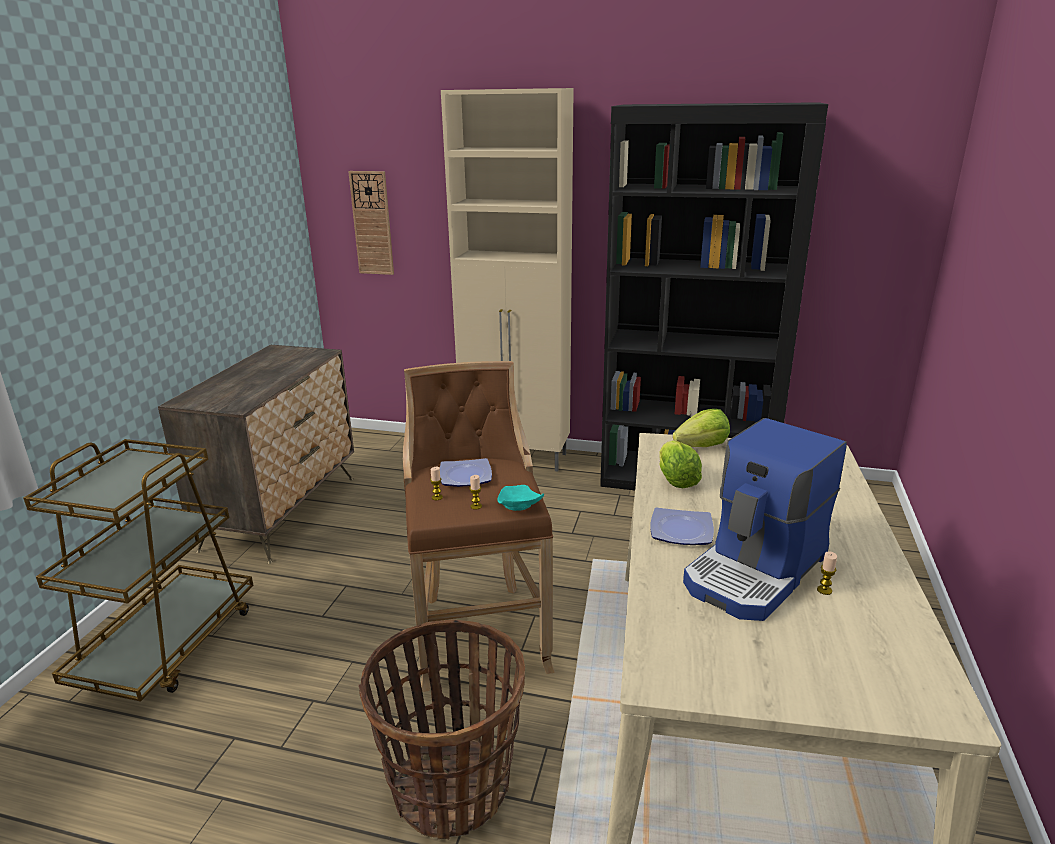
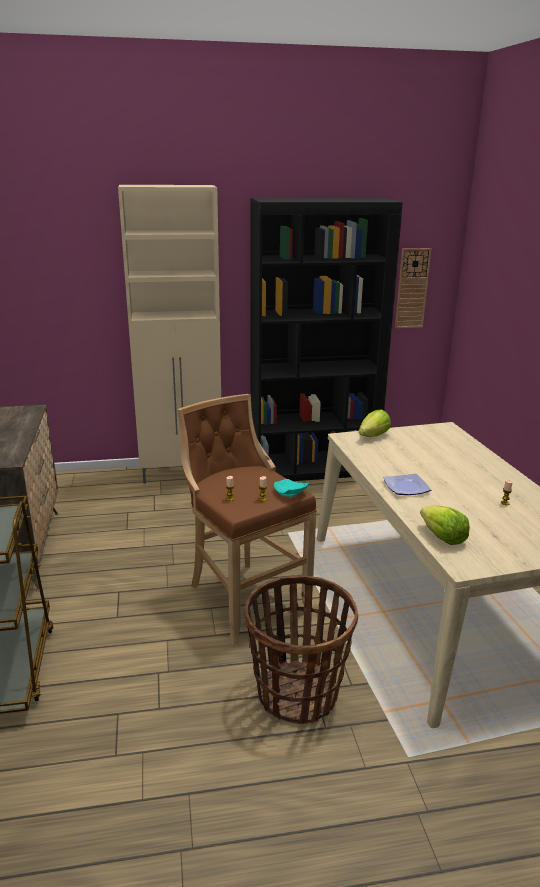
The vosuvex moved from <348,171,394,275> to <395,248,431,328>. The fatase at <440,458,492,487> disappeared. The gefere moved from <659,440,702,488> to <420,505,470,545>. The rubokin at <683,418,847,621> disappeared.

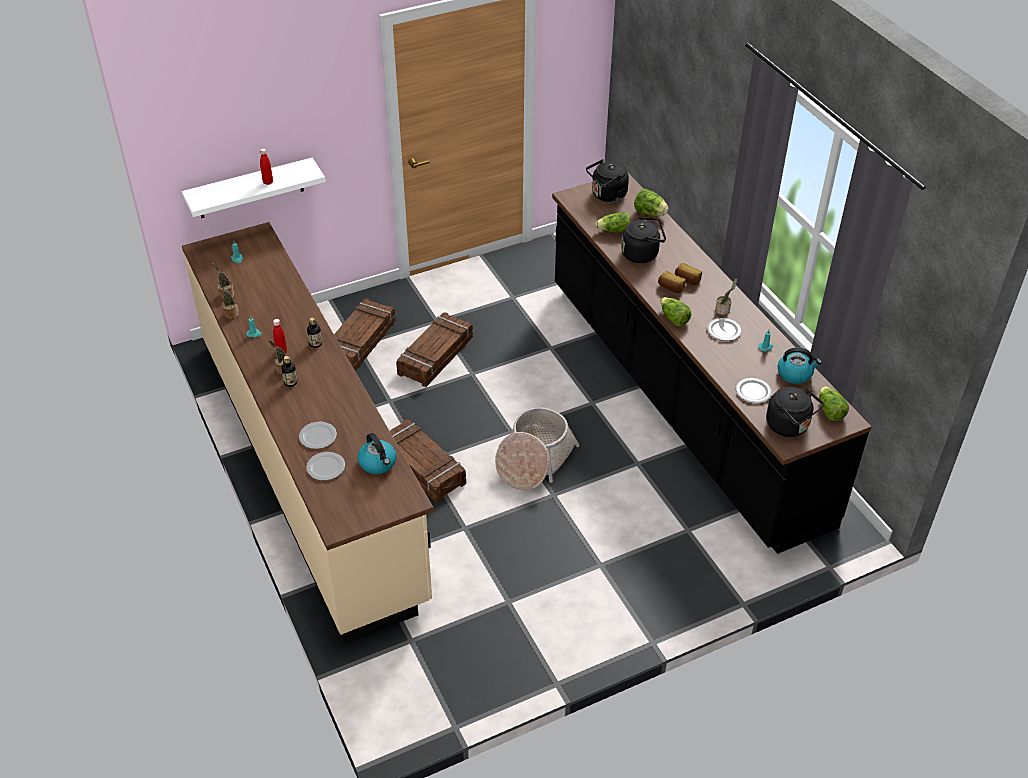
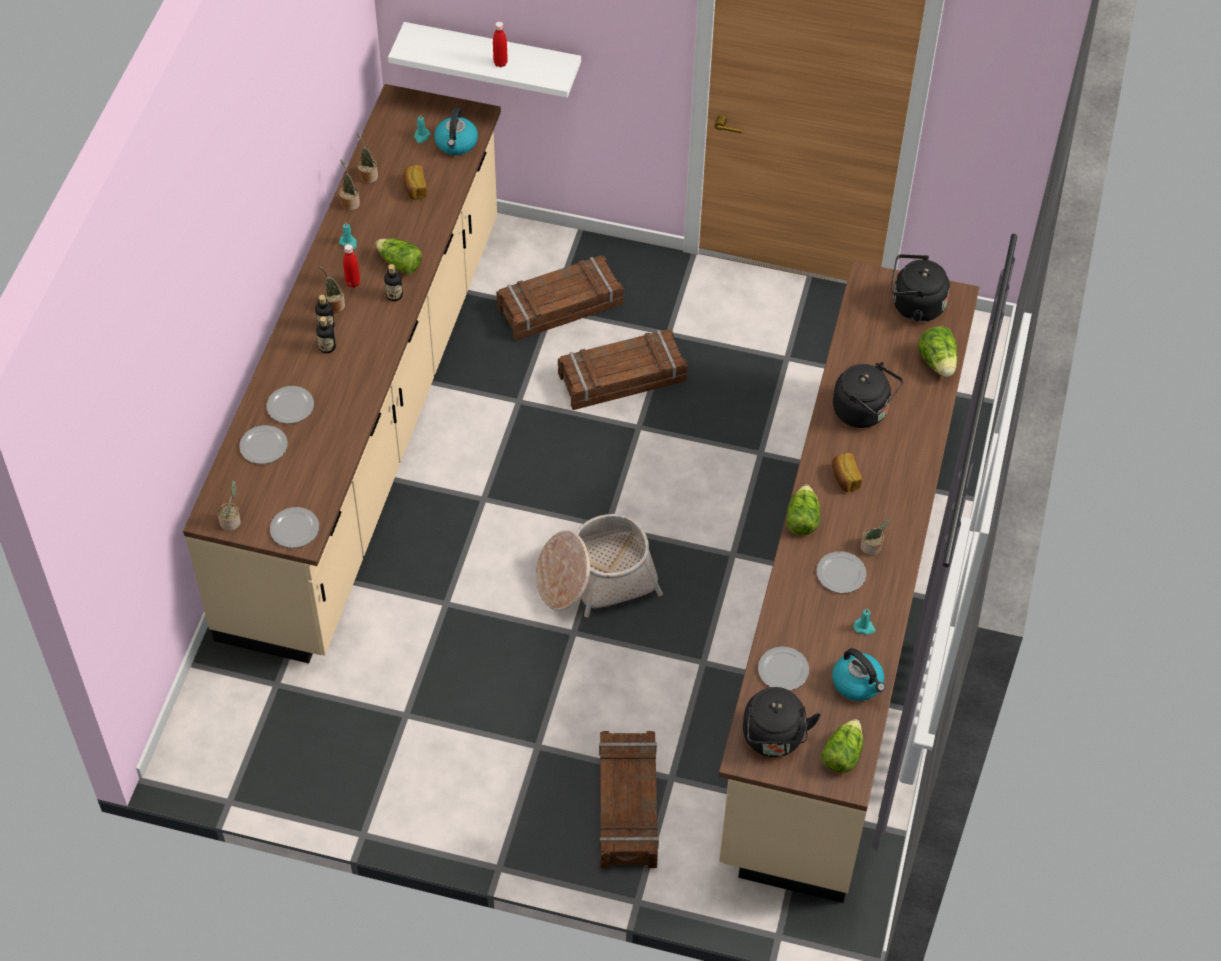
The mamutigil moved from <358,433,397,474> to <434,107,478,155>. The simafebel moved from <390,419,466,503> to <599,731,659,868>. The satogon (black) at <552,173,872,554> became the satogon (beige) at <719,261,980,903>. The gefere moved from <595,212,630,233> to <376,239,422,274>. The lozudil moved from <675,263,702,285> to <403,165,427,200>. The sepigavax at <217,481,241,531> appeared. The fatase at <270,507,319,548> appeared. The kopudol at <316,316,336,353> appeared.

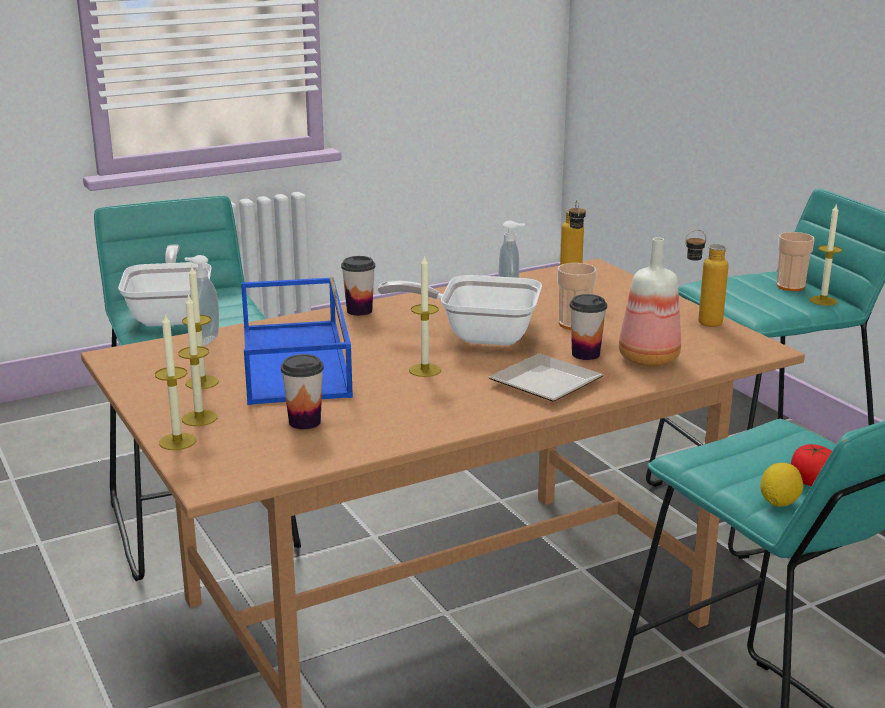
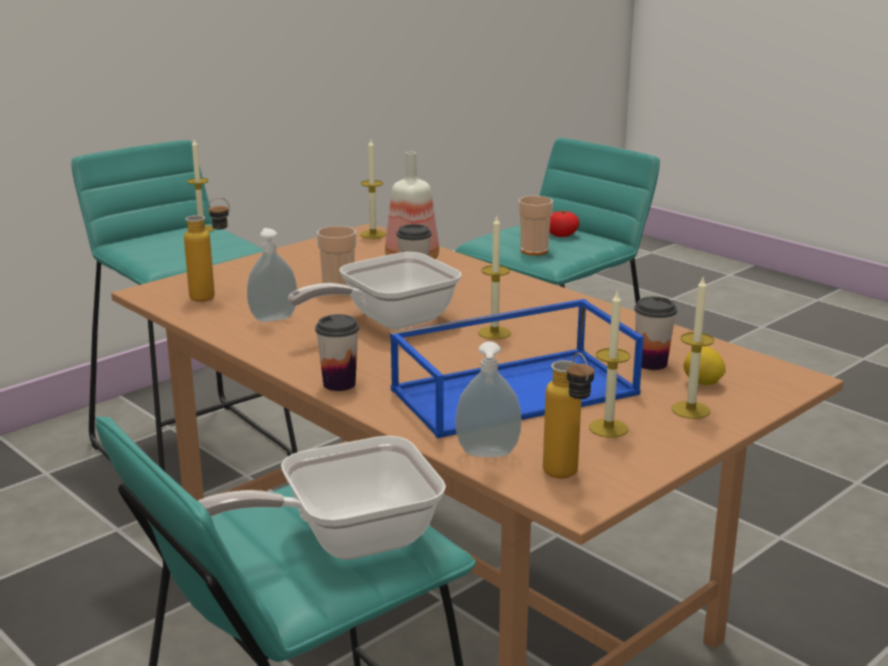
The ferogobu moved from <155,312,196,450> to <360,140,386,239>. The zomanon at <378,275,542,345> turned 60 degrees clockwise. The fatase at <488,354,603,402> disappeared. The kopudol moved from <685,229,729,327> to <543,353,594,478>. The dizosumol moved from <760,463,804,507> to <683,346,726,385>. The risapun moved from <777,232,815,291> to <518,196,553,255>.

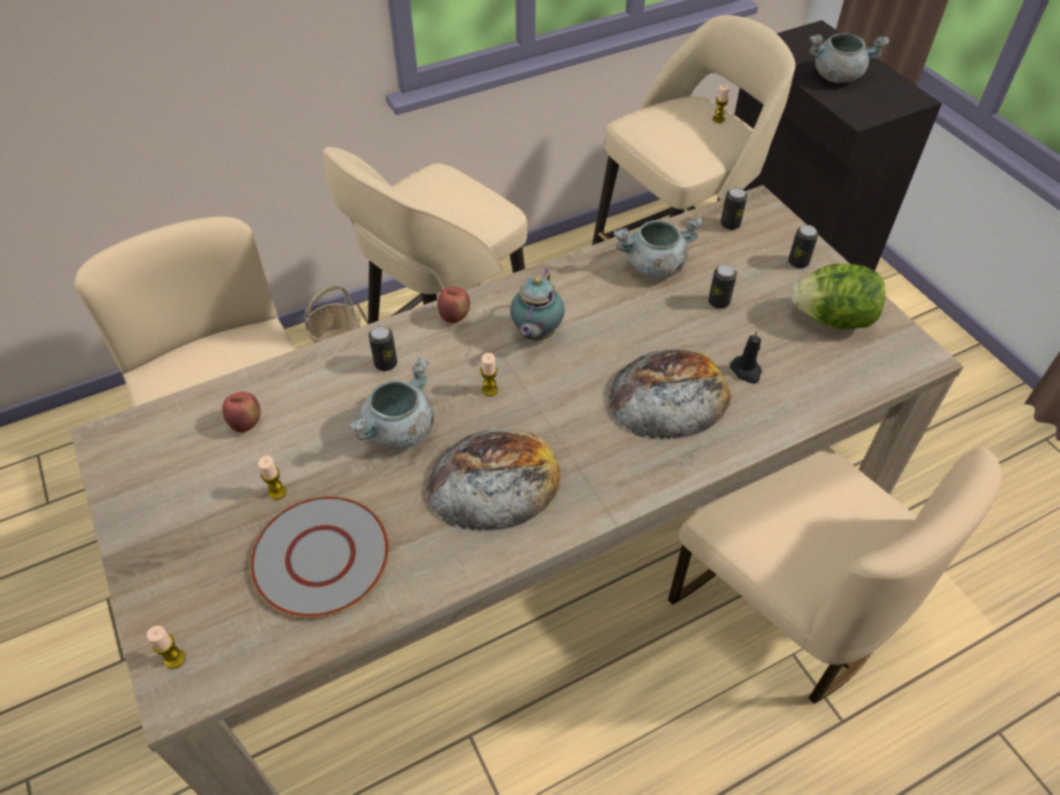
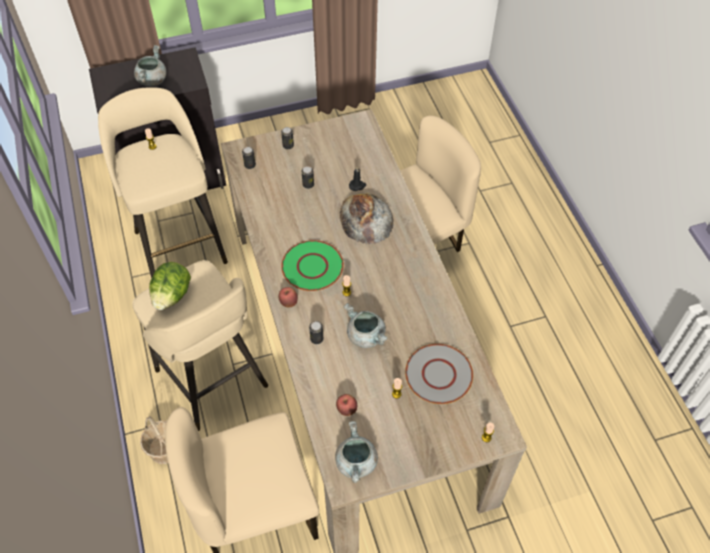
The lozudil at <426,429,561,531> disappeared. The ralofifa at <510,269,565,340> was replaced by the fatase (green) at <281,240,344,291>. The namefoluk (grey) moved from <614,217,704,279> to <335,421,378,483>. The gefere moved from <792,264,885,329> to <149,262,191,310>.

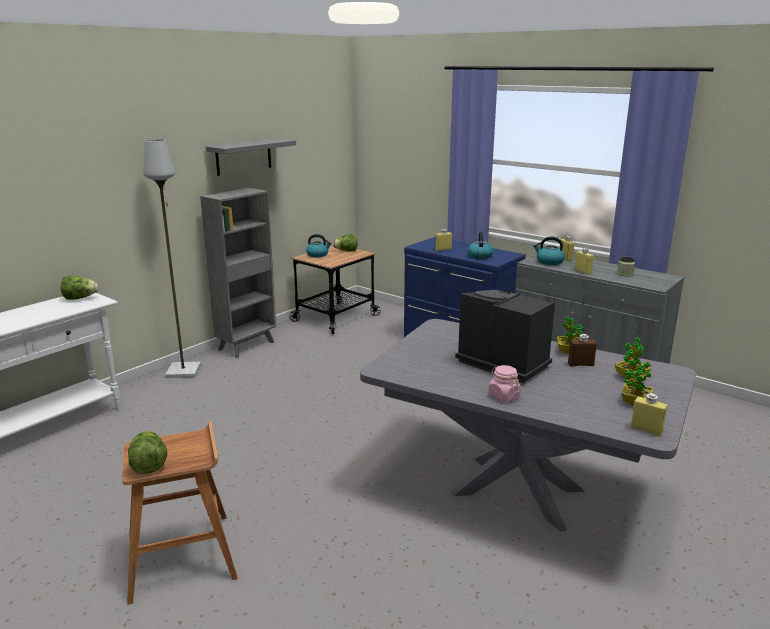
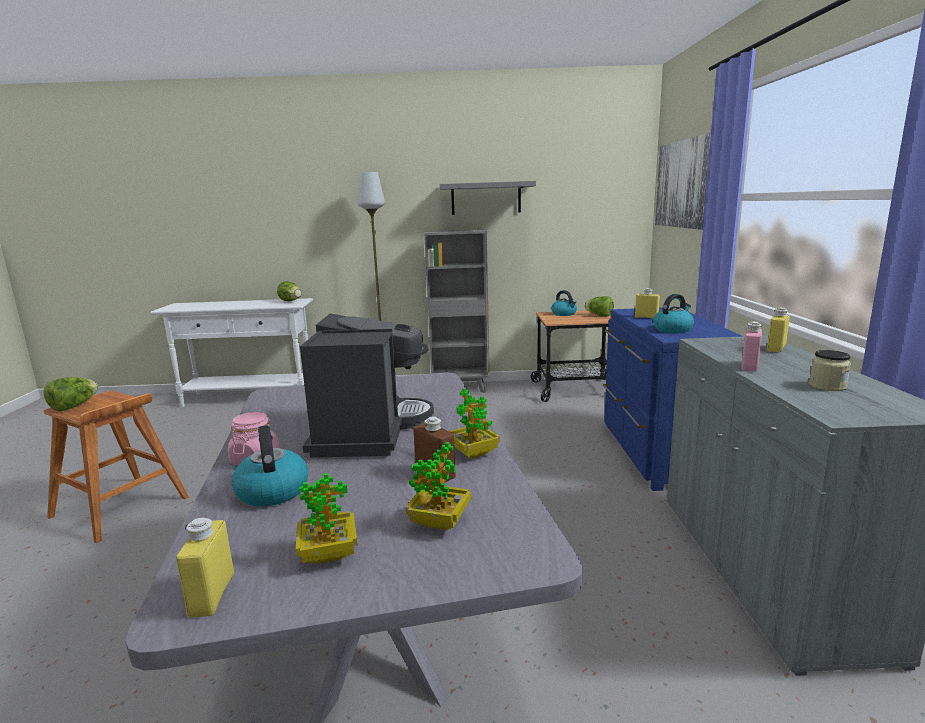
The mamutigil moved from <533,236,565,265> to <231,425,308,507>. The kopudol (yellow) at <575,248,594,275> became the kopudol (pink) at <741,322,762,372>. The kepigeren at <655,133,711,230> appeared.

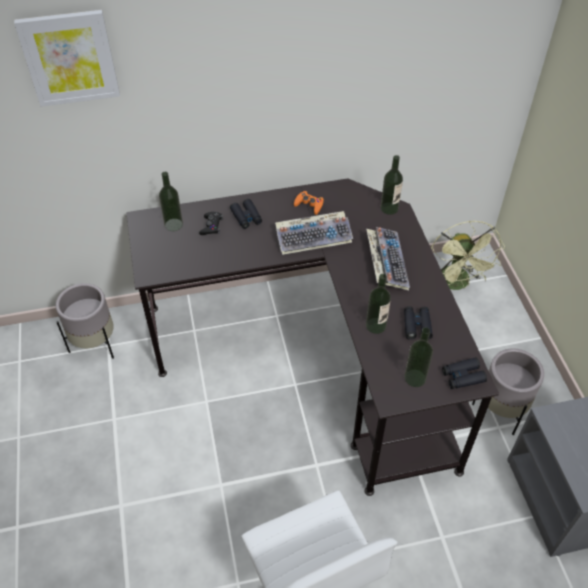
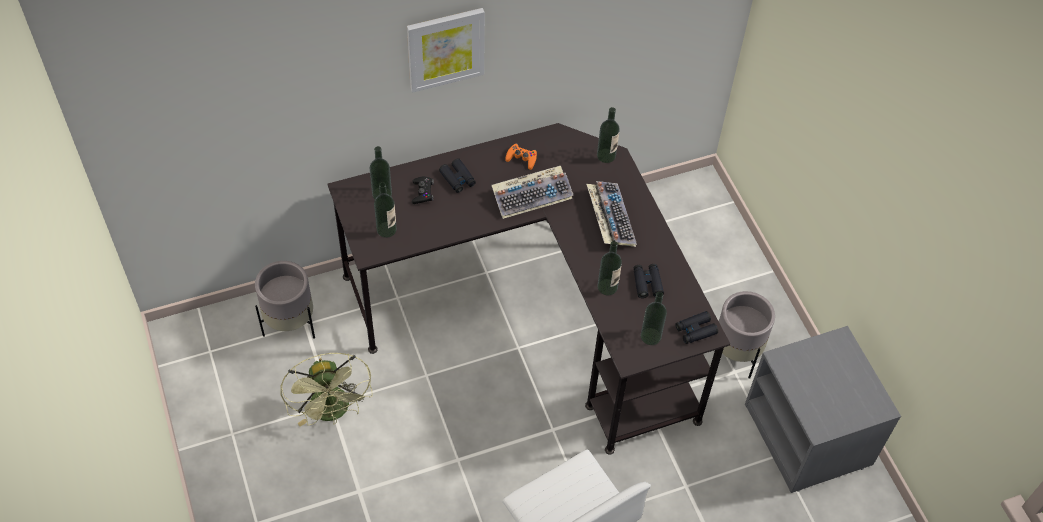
The kepigeren moved from <14,10,120,107> to <407,8,485,93>. The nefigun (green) moved from <431,221,505,290> to <280,353,373,427>. The kopudol at <374,182,397,238> appeared.

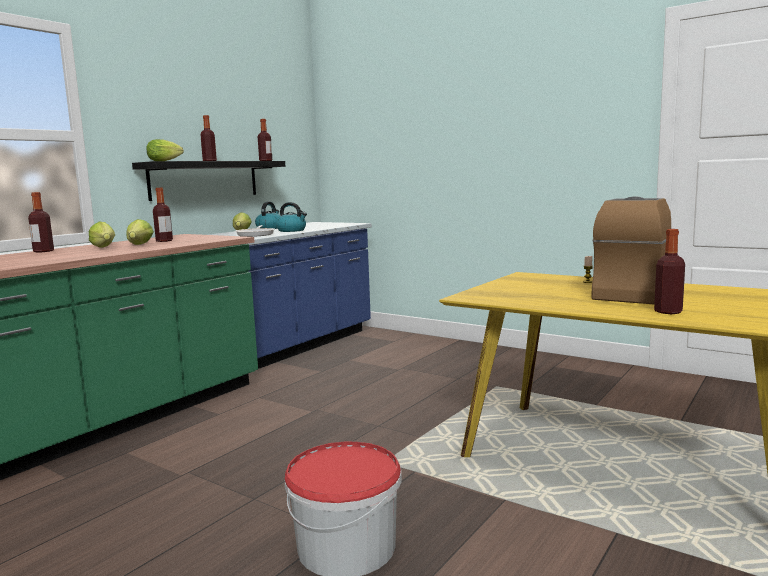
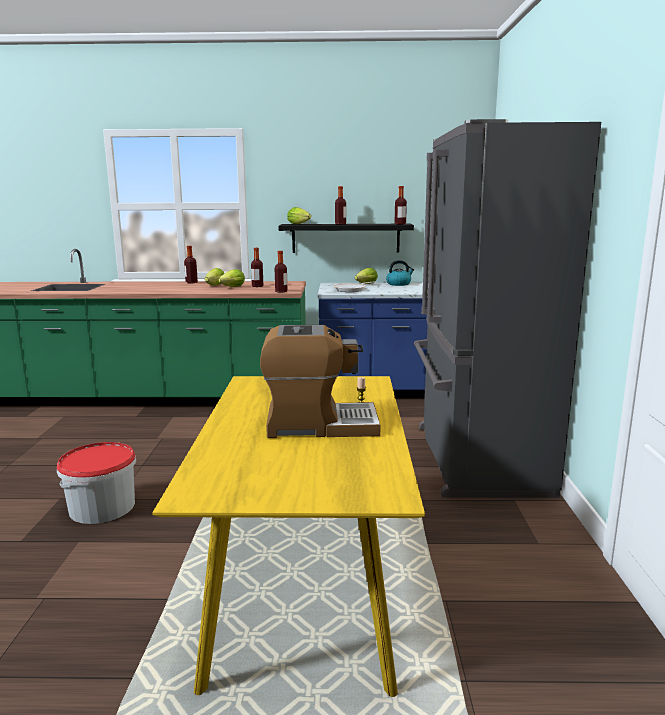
The mamutigil at <276,202,307,232> disappeared. The kopudol moved from <654,229,685,314> to <275,251,287,292>. The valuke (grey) at <414,119,601,498> appeared.

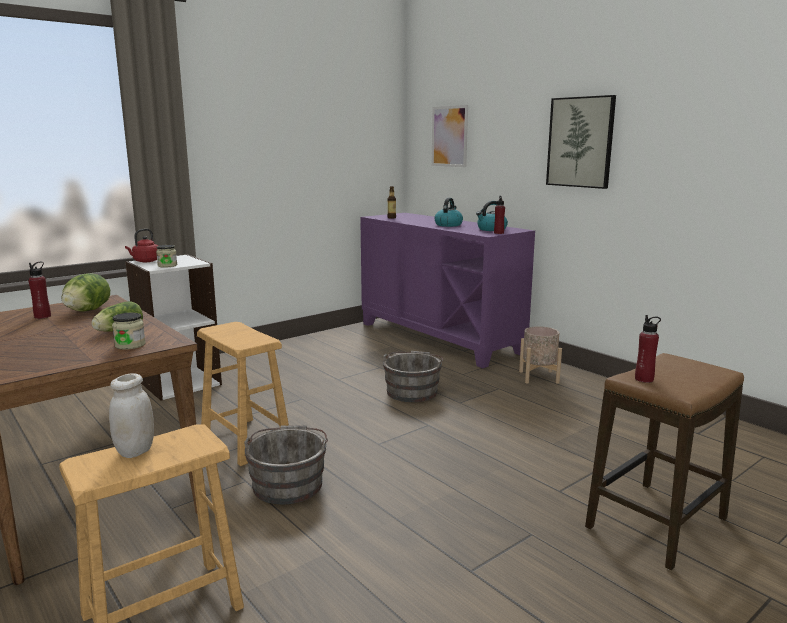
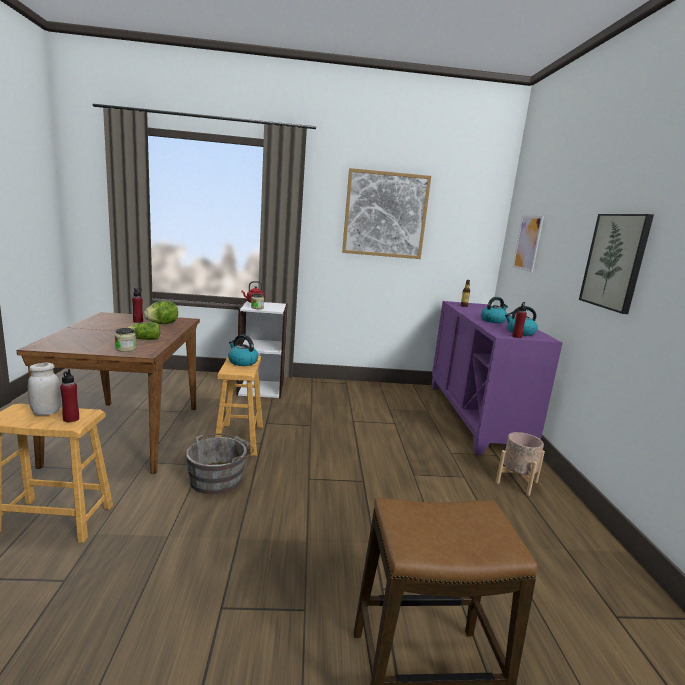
The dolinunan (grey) at <383,351,443,402> disappeared. The kopudol (red) moved from <635,315,661,383> to <60,369,79,422>. The mamutigil at <228,335,259,366> appeared. The kepigeren at <342,168,431,259> appeared.

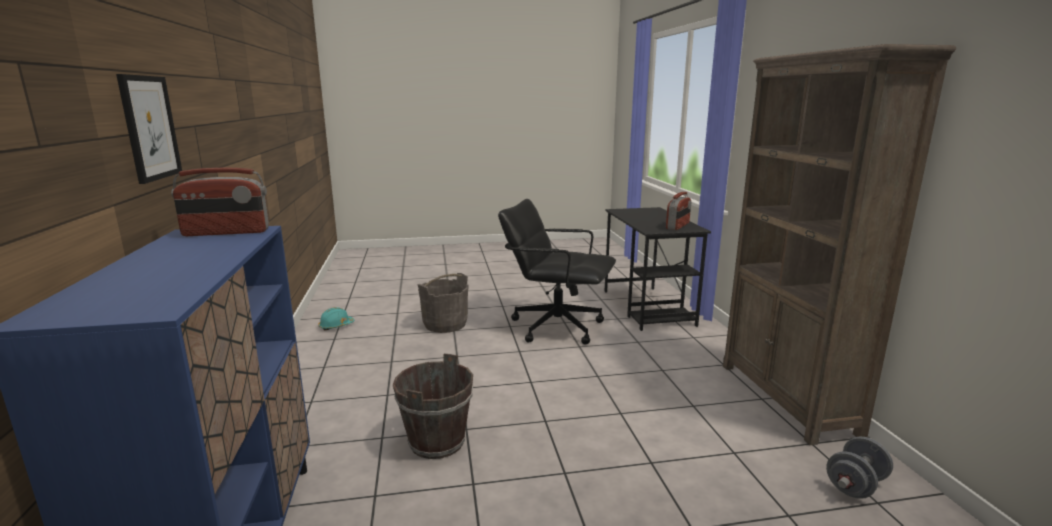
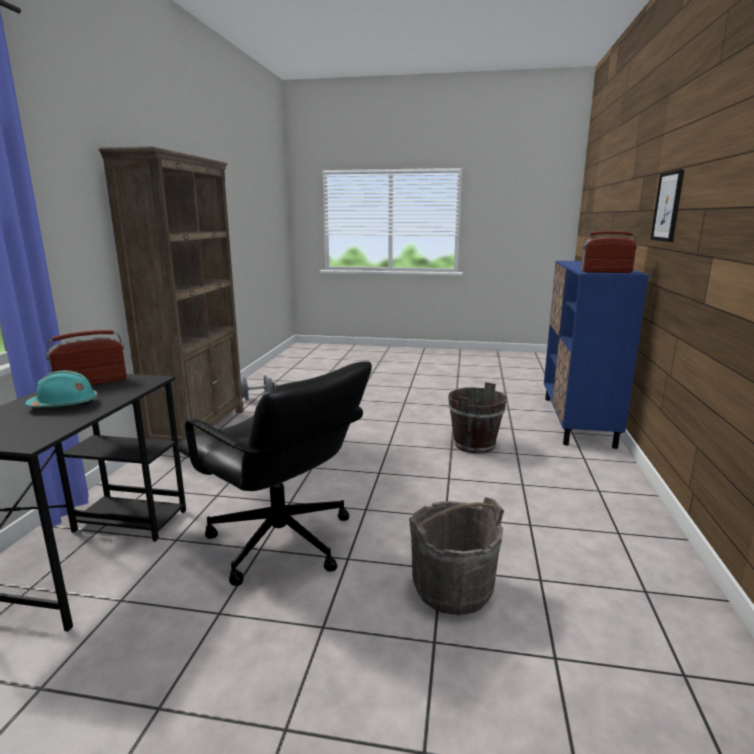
The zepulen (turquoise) moved from <318,307,355,330> to <25,370,98,407>.

